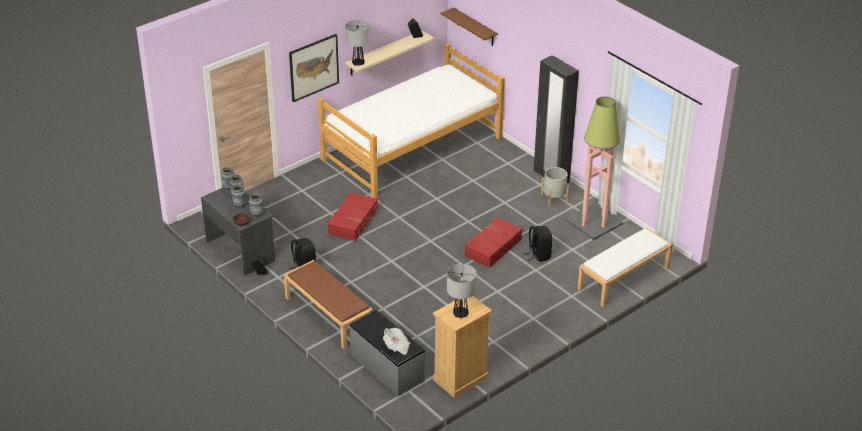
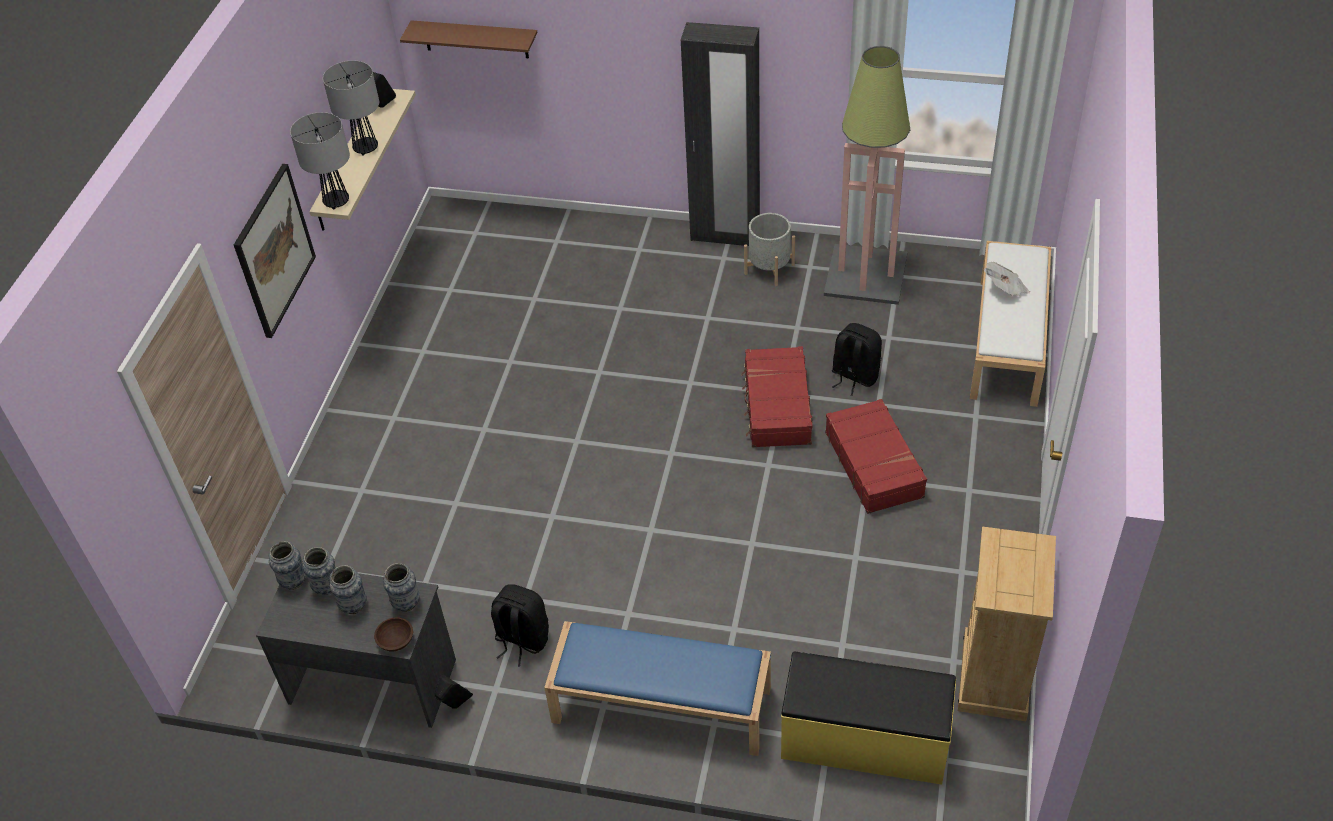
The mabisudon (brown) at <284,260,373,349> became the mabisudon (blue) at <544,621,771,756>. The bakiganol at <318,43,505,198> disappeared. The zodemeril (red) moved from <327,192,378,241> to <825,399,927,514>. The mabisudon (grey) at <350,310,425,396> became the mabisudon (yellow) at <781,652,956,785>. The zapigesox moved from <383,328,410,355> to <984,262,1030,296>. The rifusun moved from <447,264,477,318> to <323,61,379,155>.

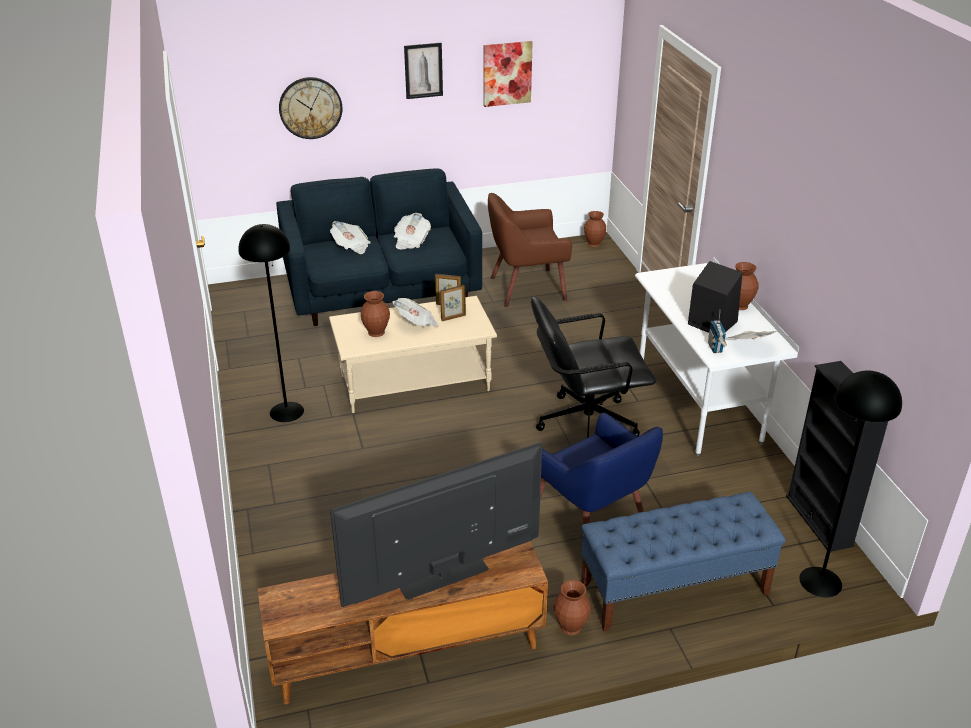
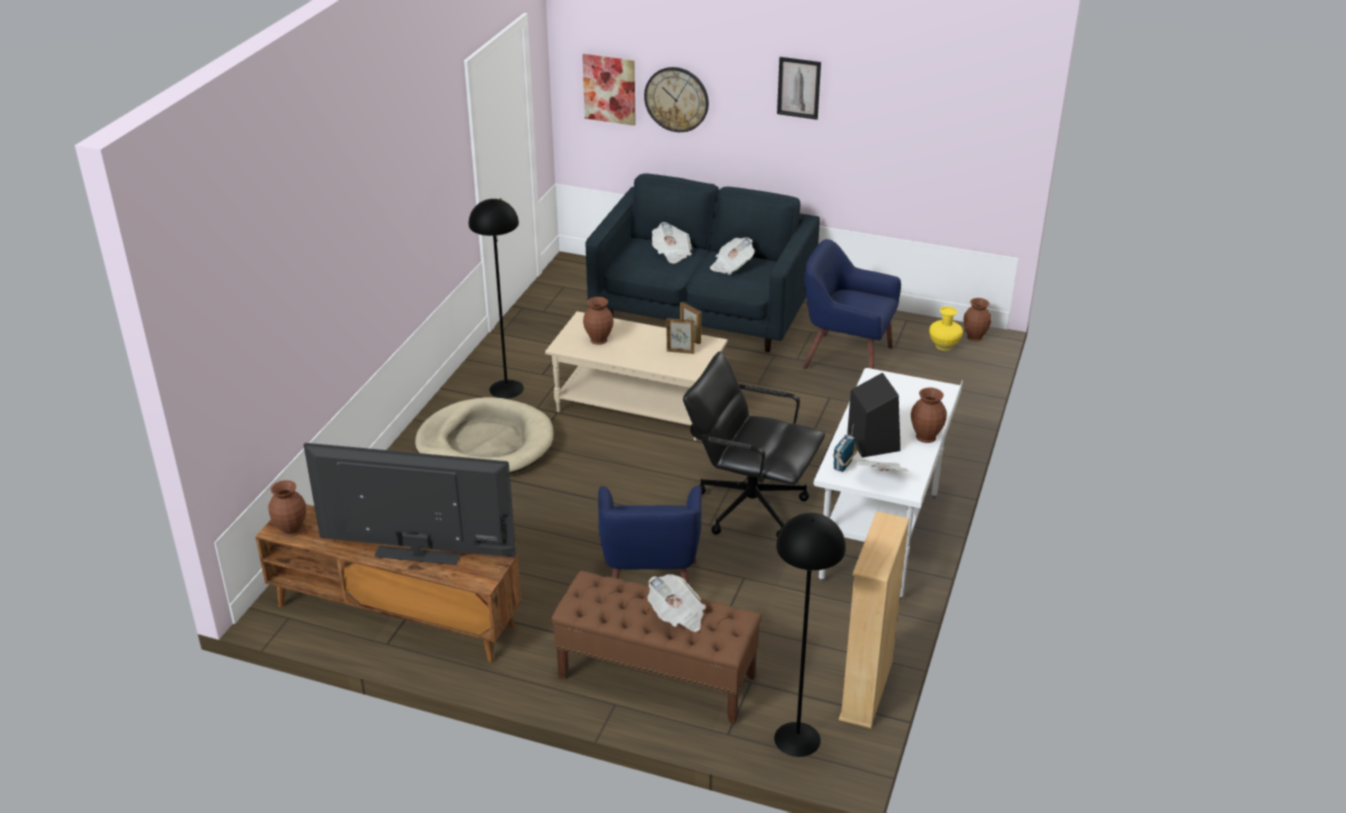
The zapigesox moved from <392,298,439,327> to <647,574,706,632>. The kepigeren moved from <483,41,533,107> to <582,54,636,126>. The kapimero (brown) at <488,193,572,307> became the kapimero (blue) at <803,239,901,369>. The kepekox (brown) moved from <554,580,591,635> to <268,480,306,537>. The mabisudon (blue) at <581,492,785,631> became the mabisudon (brown) at <551,571,762,724>. The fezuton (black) at <786,361,888,552> became the fezuton (beige) at <839,511,909,728>. The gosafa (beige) at <415,397,554,474> appeared. The kepekox (yellow) at <929,307,963,351> appeared.

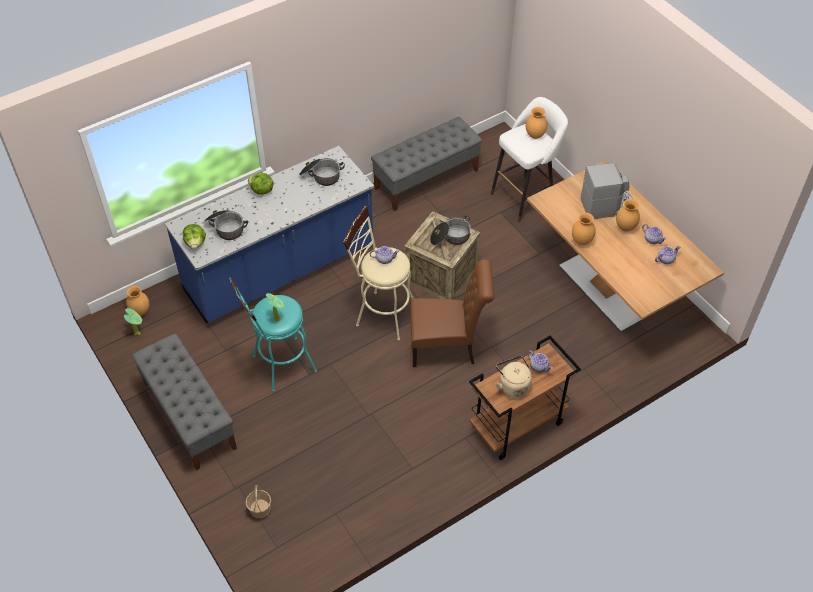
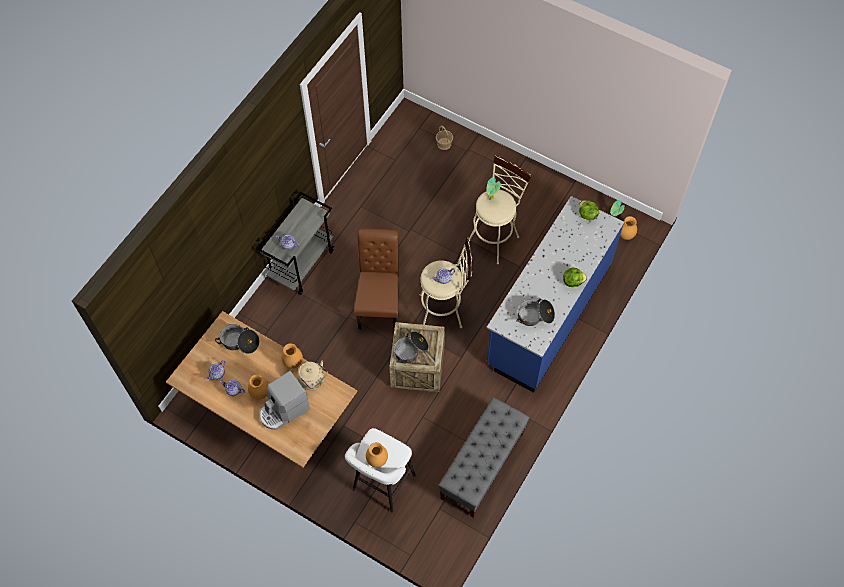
The mabisudon (grey) at <132,334,237,471> disappeared. The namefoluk moved from <204,210,248,240> to <215,324,259,354>. The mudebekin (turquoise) at <229,277,317,391> became the mudebekin (beige) at <469,155,532,264>. The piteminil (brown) at <410,259,494,367> turned 120 degrees clockwise. The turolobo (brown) at <469,336,581,460> became the turolobo (grey) at <256,192,334,295>. The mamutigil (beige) moved from <496,356,532,398> to <297,360,328,390>.

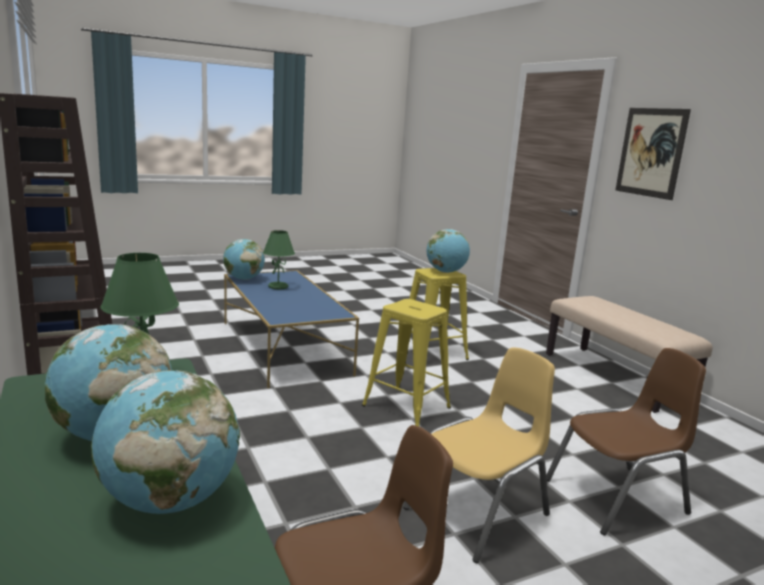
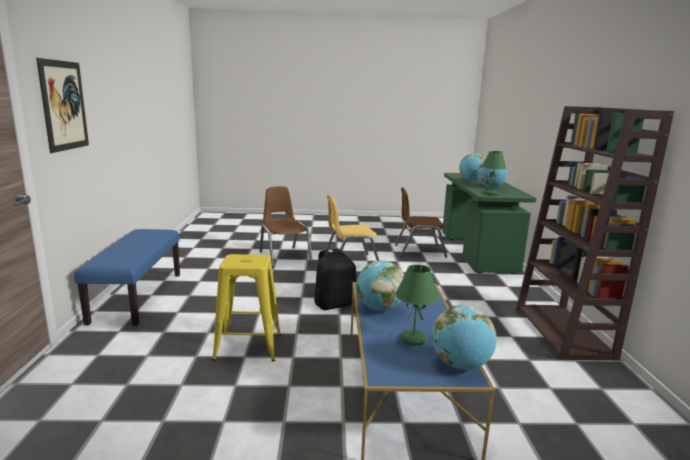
The mudebekin (yellow) at <362,299,451,426> was replaced by the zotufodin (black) at <314,248,356,310>. The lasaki moved from <427,229,470,273> to <356,261,404,311>. The mabisudon (beige) at <546,296,712,413> became the mabisudon (blue) at <74,229,180,326>. The piteminil (brown) at <546,348,706,535> turned 60 degrees clockwise.

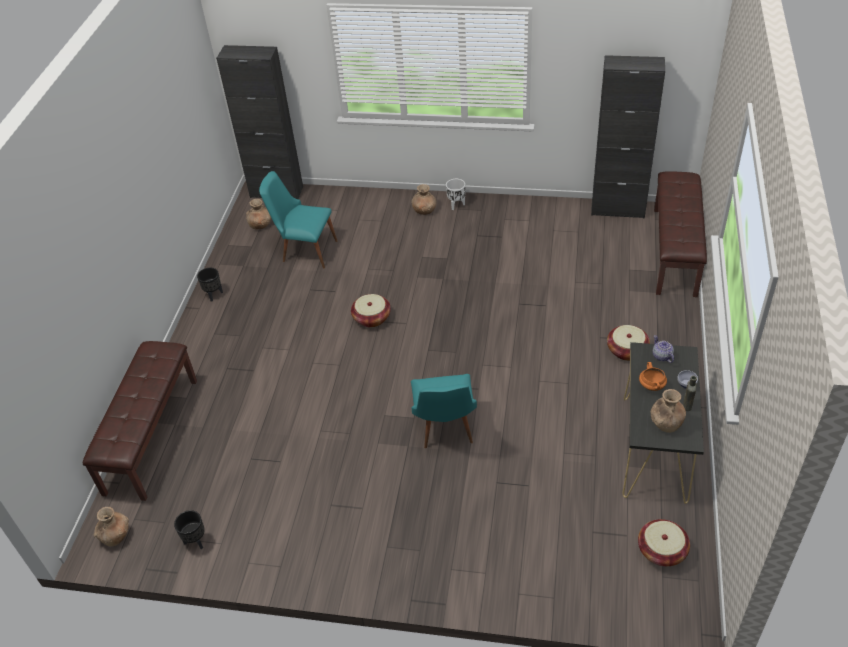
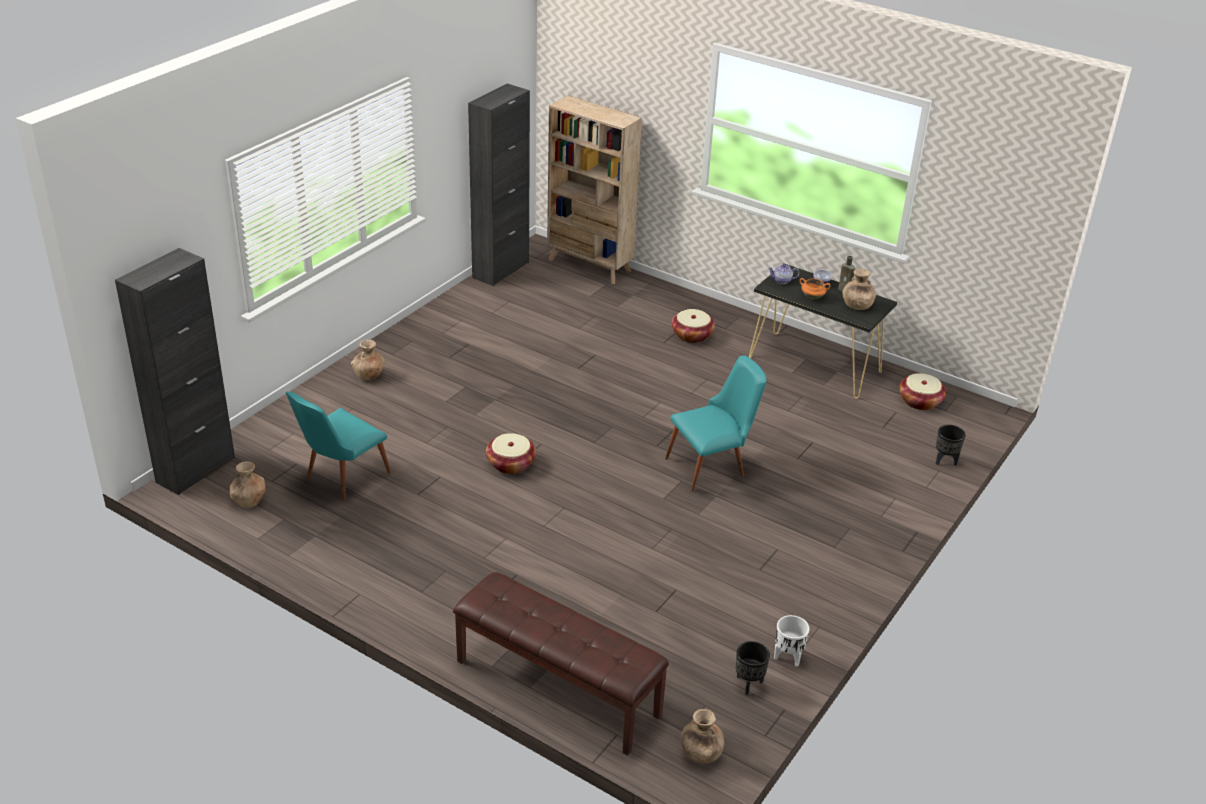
The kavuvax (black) moved from <197,268,223,301> to <936,425,966,466>. The piteminil (turquoise) at <411,374,477,448> turned 45 degrees counterclockwise. The kavuvax (white) moved from <446,179,465,210> to <774,615,810,667>. The mabisudon (brown) at <654,171,707,297> was replaced by the fezuton (beige) at <547,95,642,284>.

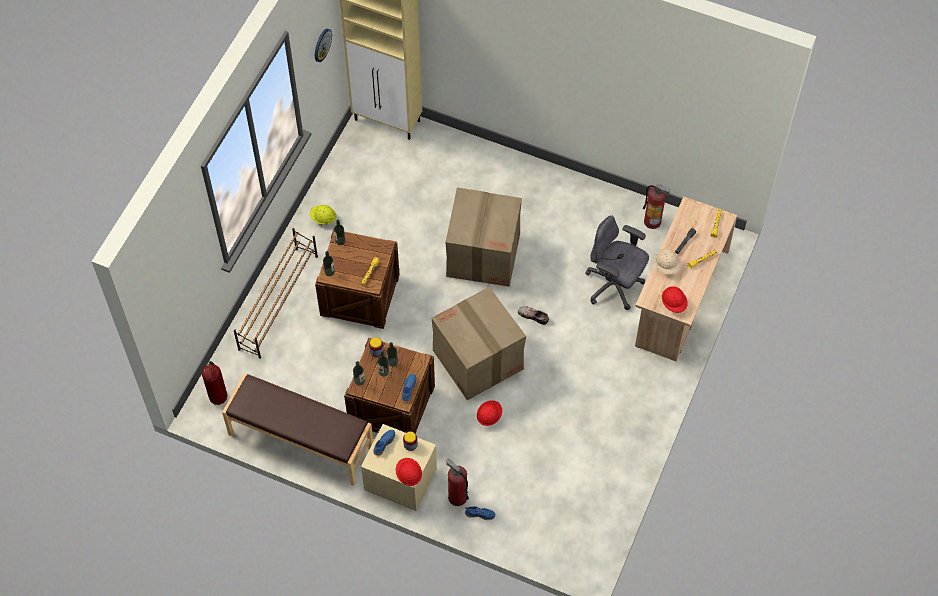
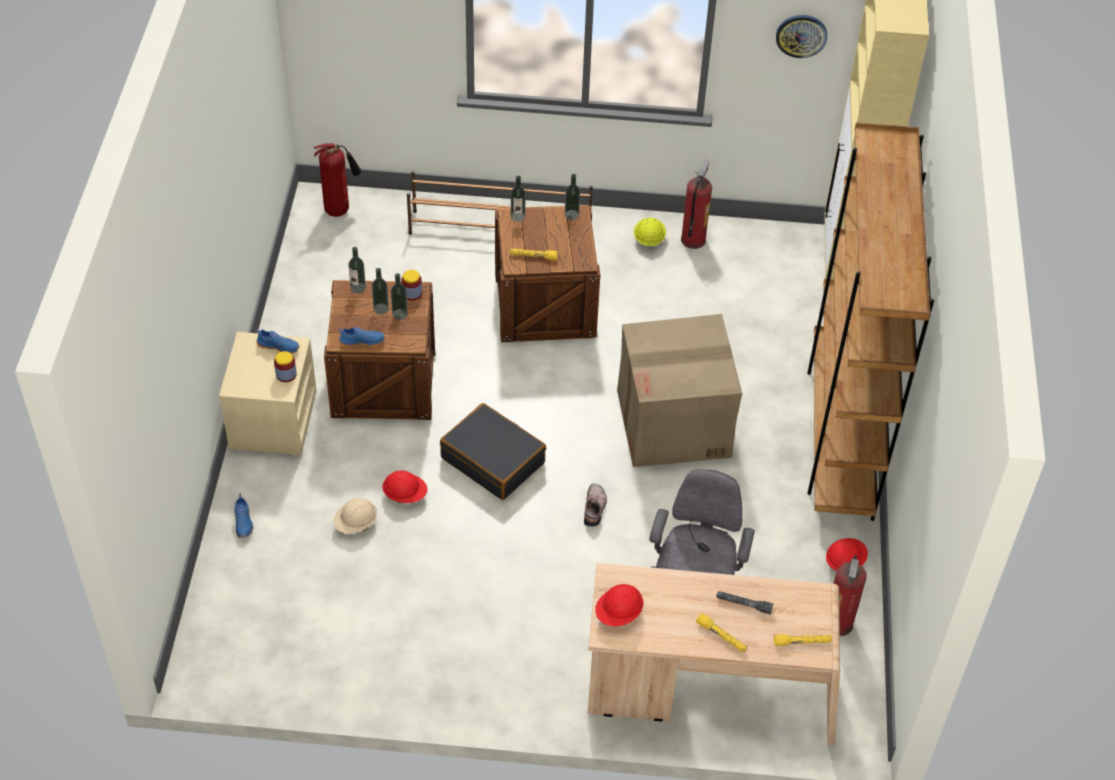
The mabisudon (brown) at <222,373,373,486> disappeared. The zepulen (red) moved from <396,458,422,486> to <826,538,868,571>. The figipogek at <431,287,526,400> was replaced by the zodemeril (black) at <440,403,546,500>. The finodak moved from <446,459,469,506> to <681,160,712,249>. The zepulen (beige) moved from <655,248,680,275> to <333,498,377,534>. The fezuton (brown) at <807,122,934,521> appeared.

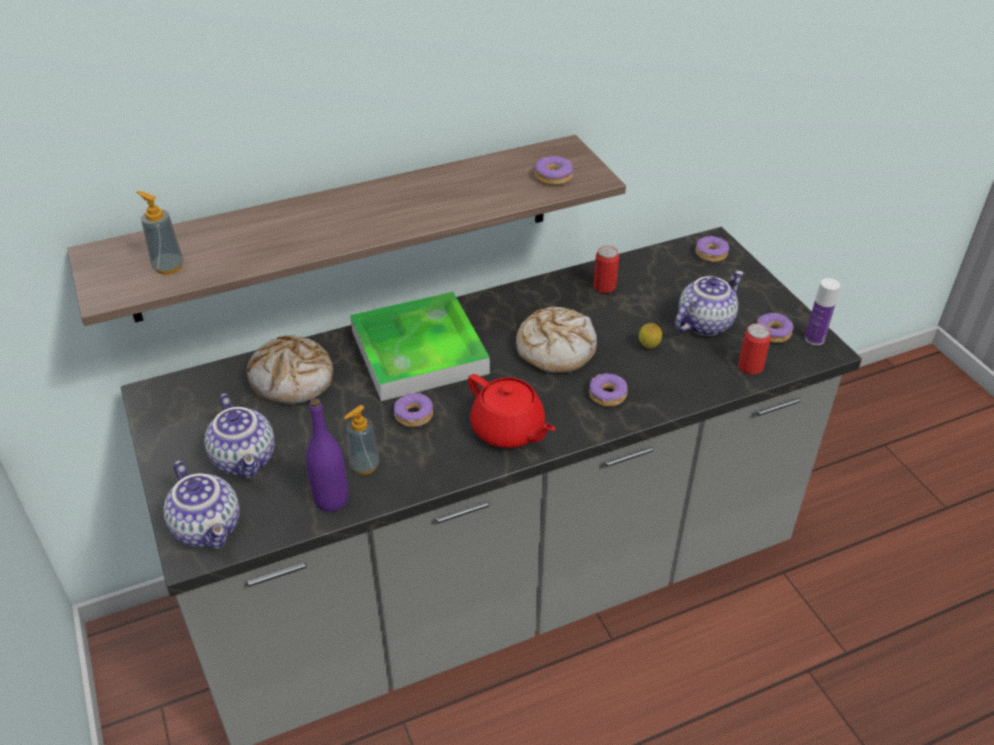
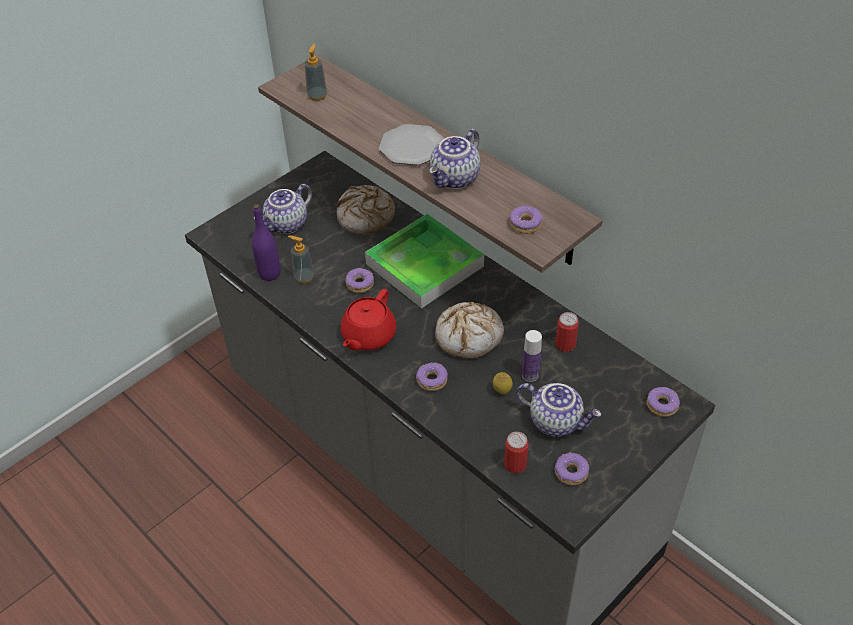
The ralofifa moved from <164,460,240,549> to <429,129,480,189>. The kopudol moved from <805,278,840,345> to <522,330,542,382>. The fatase at <379,124,444,165> appeared.

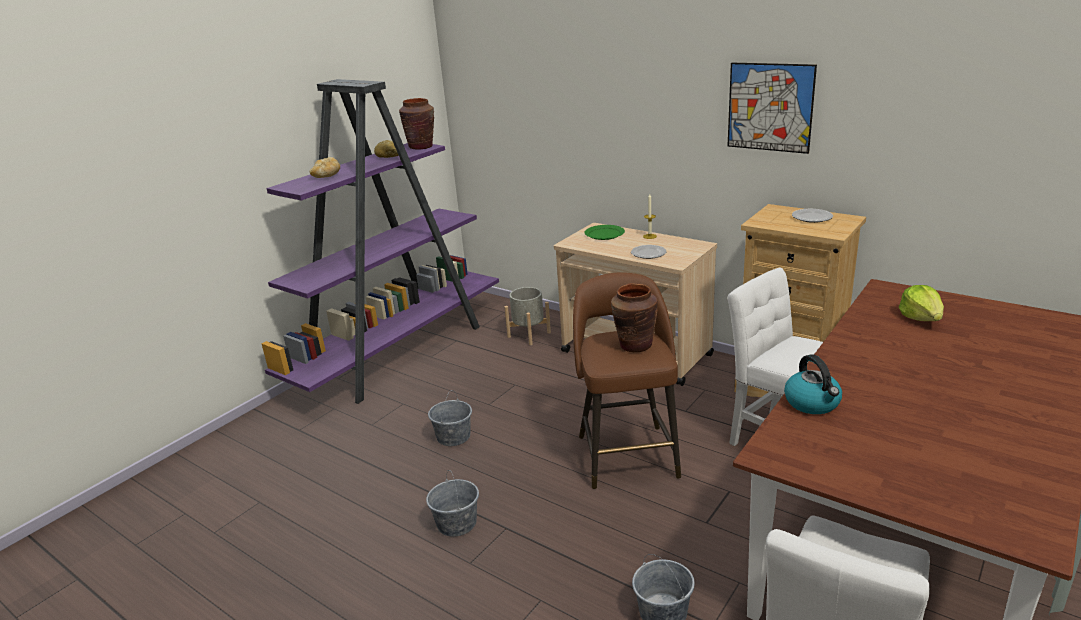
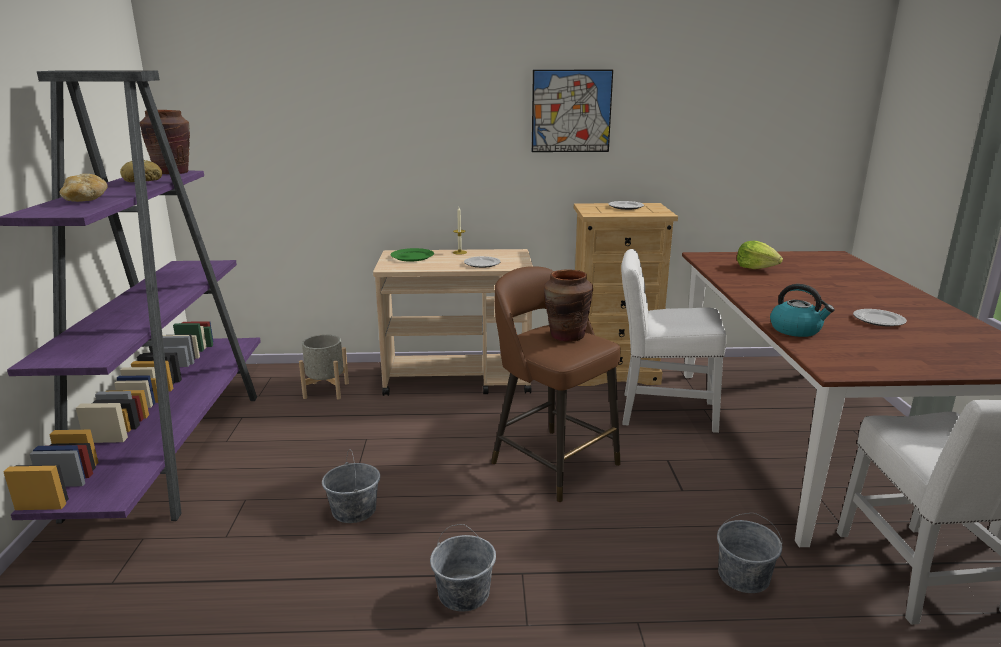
The fatase at <853,309,907,326> appeared.

